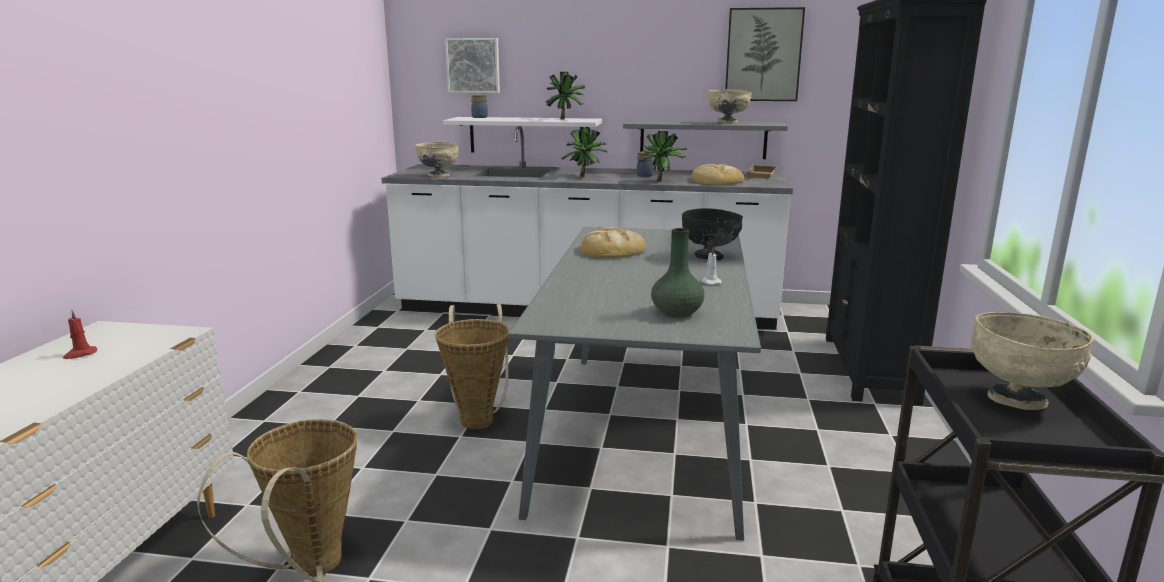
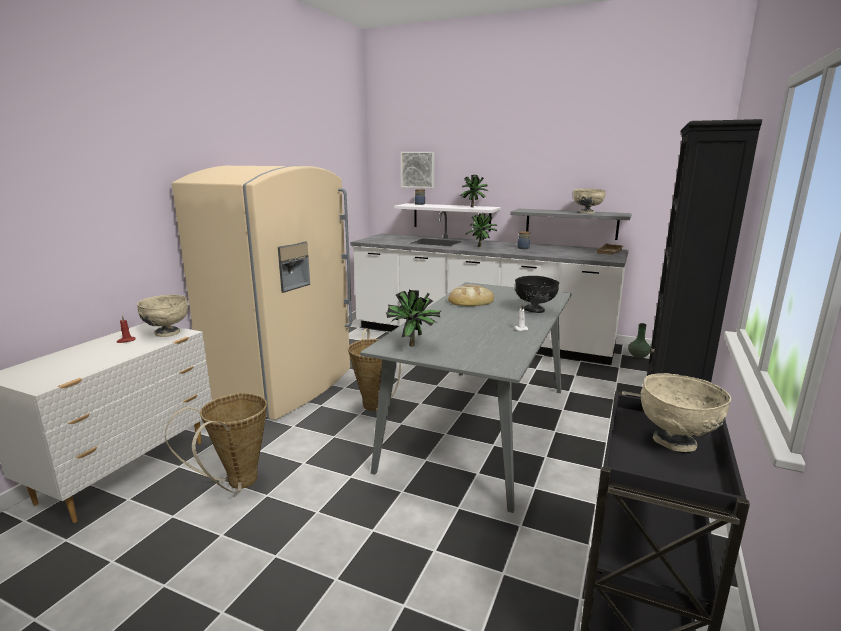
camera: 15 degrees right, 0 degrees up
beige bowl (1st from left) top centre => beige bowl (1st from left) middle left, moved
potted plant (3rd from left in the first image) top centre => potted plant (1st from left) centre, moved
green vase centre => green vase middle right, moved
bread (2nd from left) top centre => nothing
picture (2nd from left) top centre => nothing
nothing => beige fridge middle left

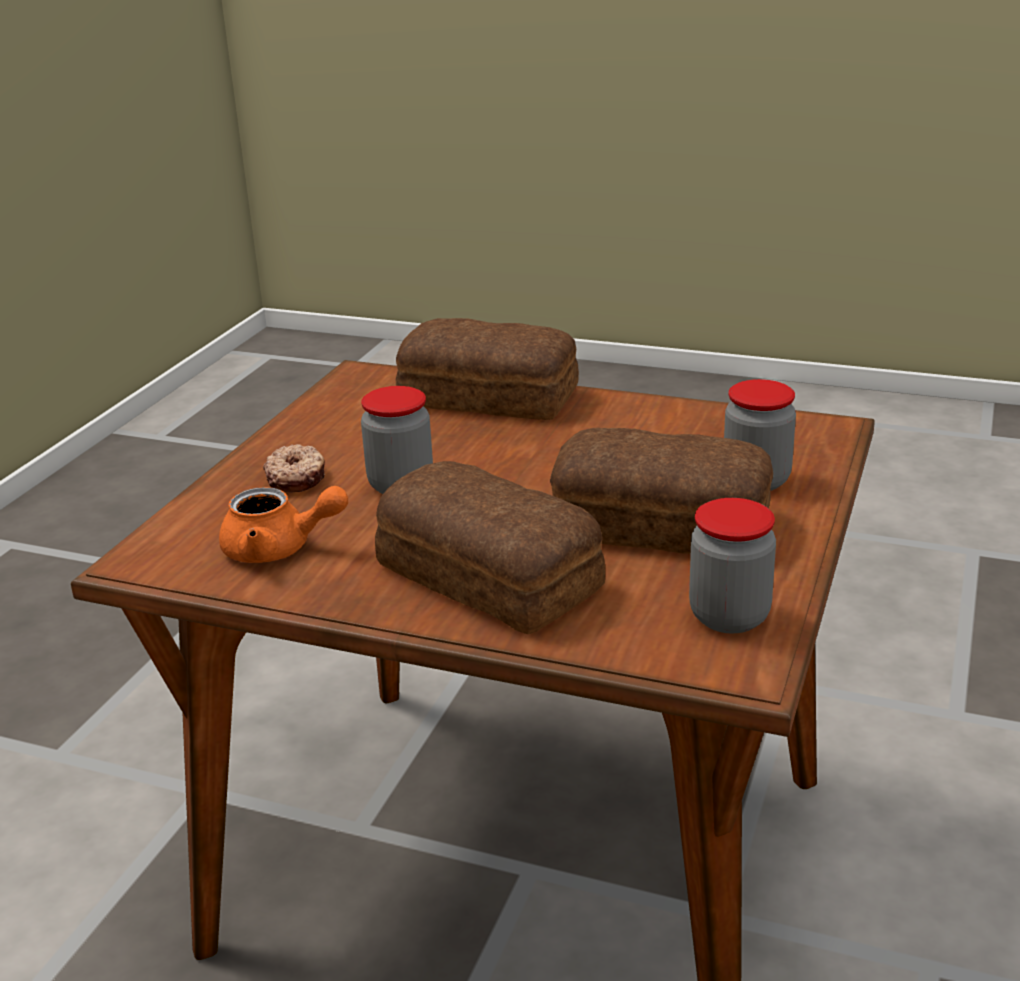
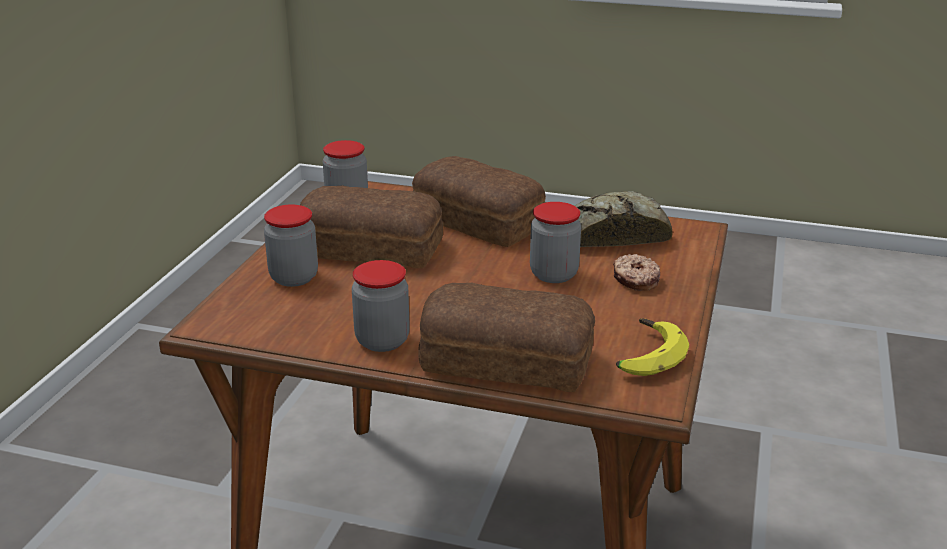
camera: 175 degrees right, 0 degrees up
orange teapot middle left => bread (4th from left) centre
nothing => jar (3rd from left) centre
nothing => banana middle right

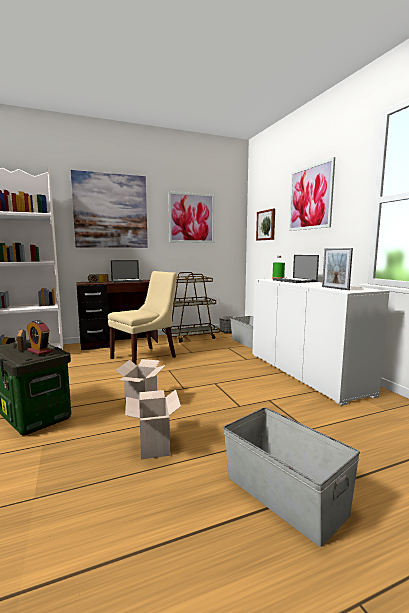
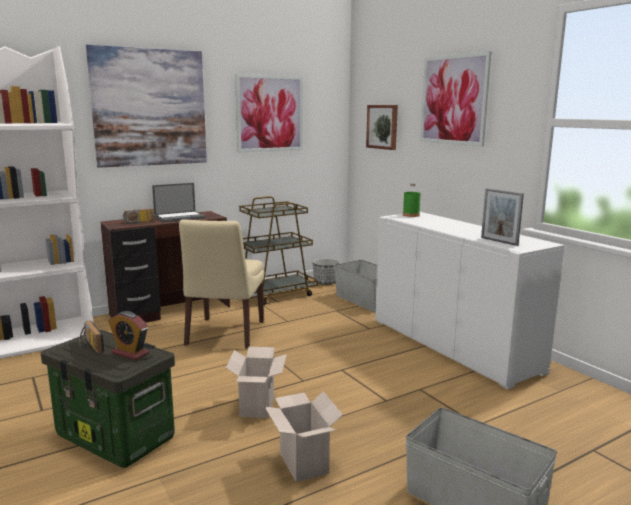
camera: 10 degrees left, 5 degrees up
beige chair centre, 150 degrees clockwise
laptop (2nd from left) middle right => nothing

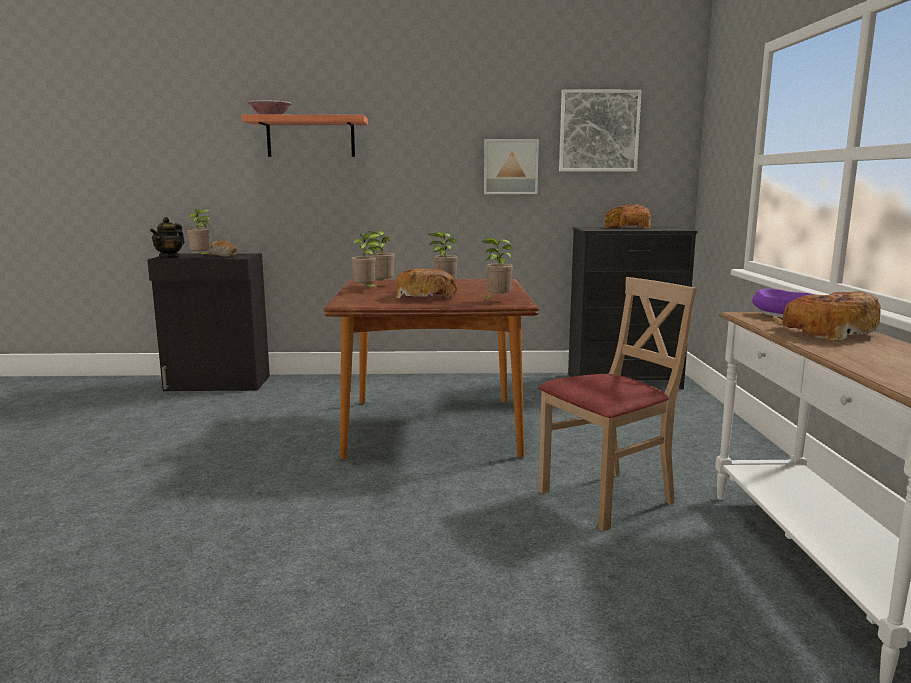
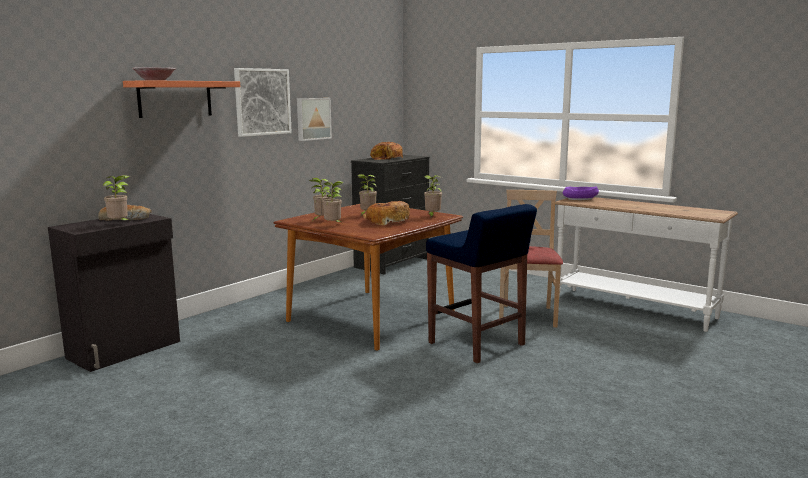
camera: 50 degrees left, 0 degrees up
teapot middle left => nothing
picture (2nd from left in the first image) top centre => picture (1st from left) top left, moved
bread (4th from left) middle right => nothing
nothing => blue stool centre

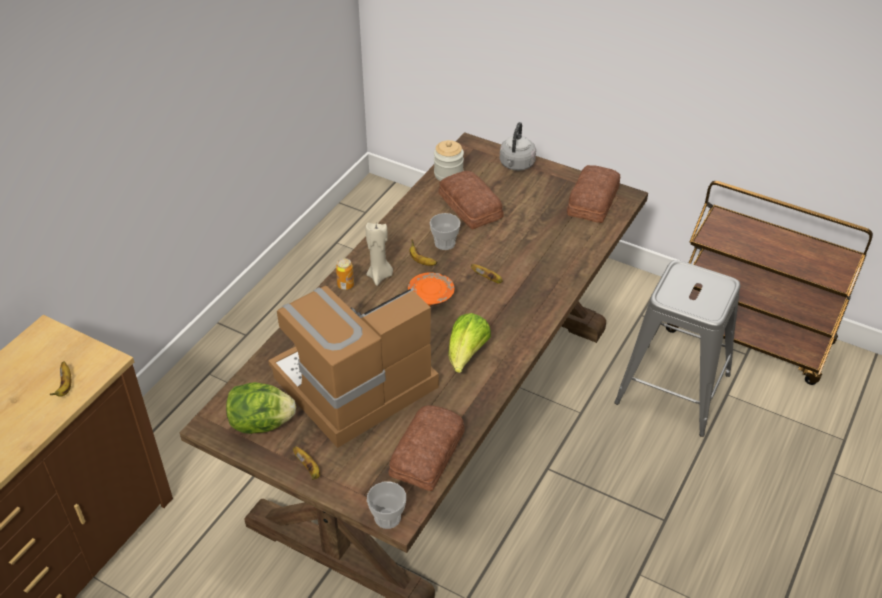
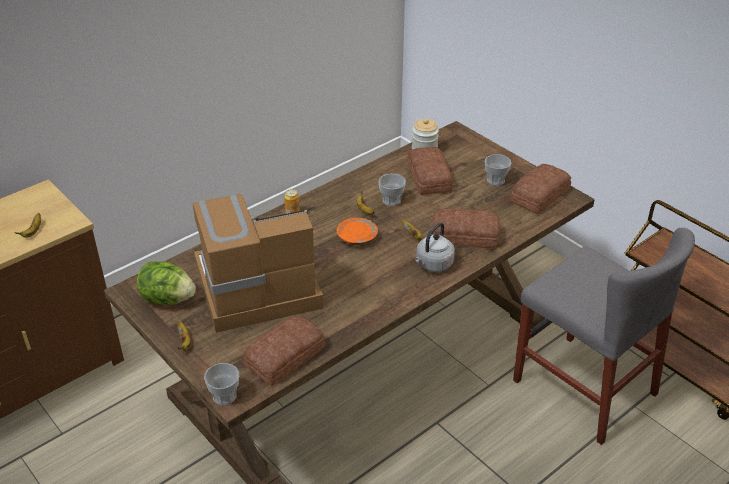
camera: 20 degrees right, 5 degrees down
beige candle centre => nothing
lettuce (2nd from left) centre => nothing
grey kettle top centre => grey kettle centre, moved
grey stool middle right => grey chair bottom right
nothing => bread (3rd from left) centre
nothing => cup (3rd from left) middle right

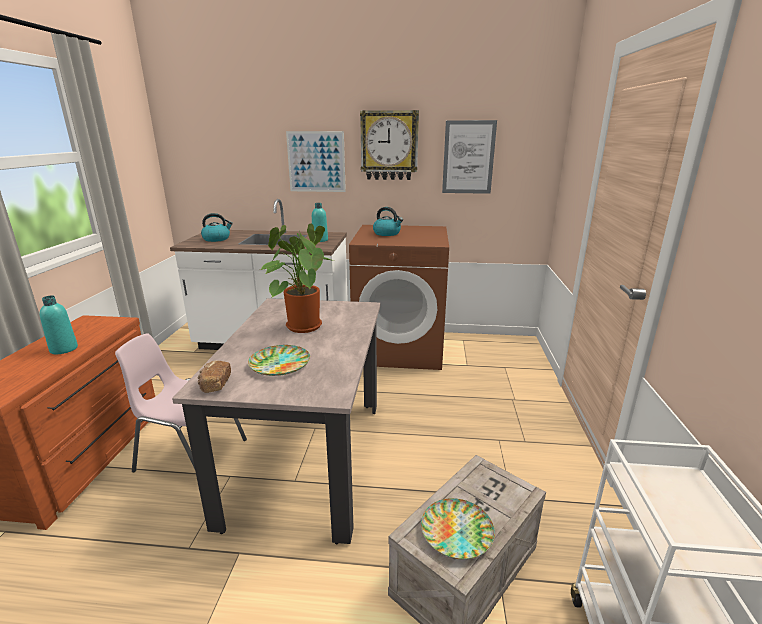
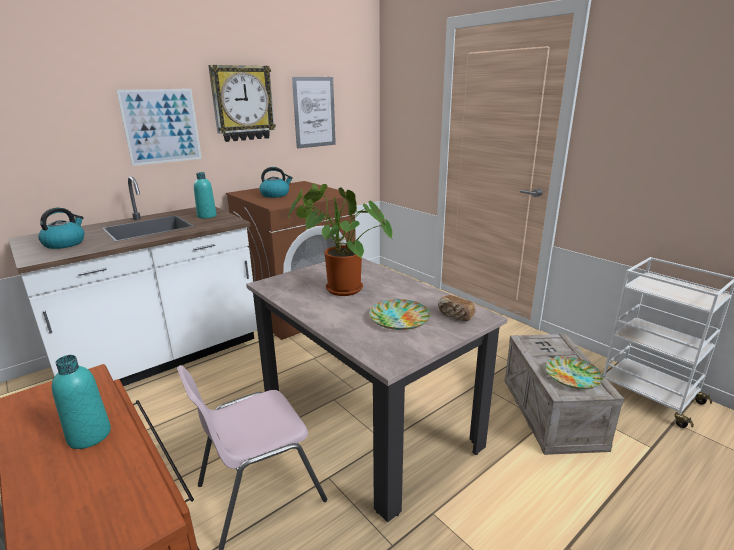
camera: 45 degrees left, 0 degrees up
bread middle left => bread centre, moved

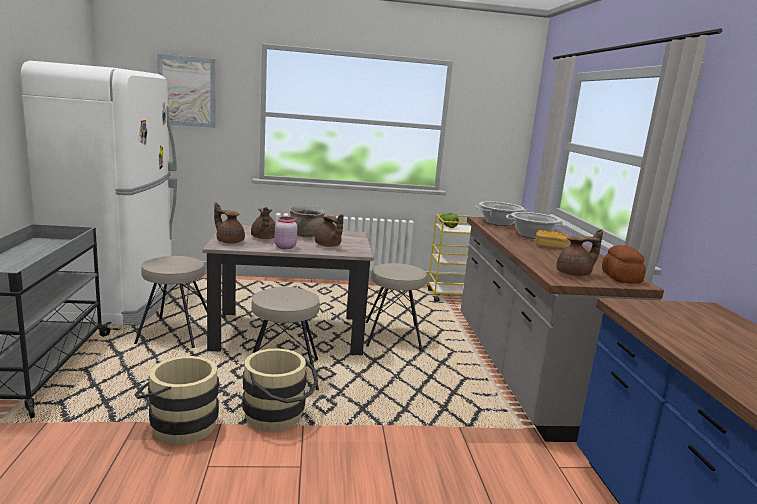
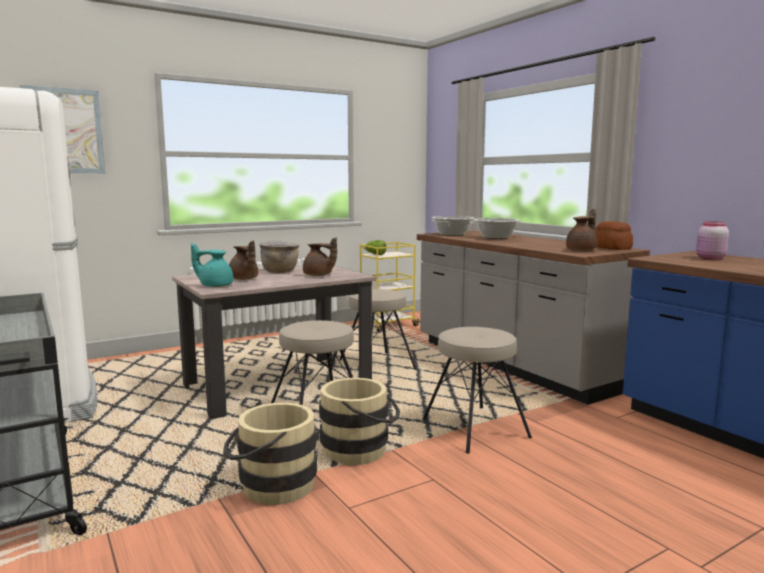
camera: 25 degrees left, 5 degrees down
beige stool (1st from left in the first image) middle left => beige stool (3rd from left) bottom centre, moved
brown teapot (1st from left) middle left => turquoise teapot middle left
pink jar centre => pink jar middle right, moved
bread (1st from left) middle right => nothing

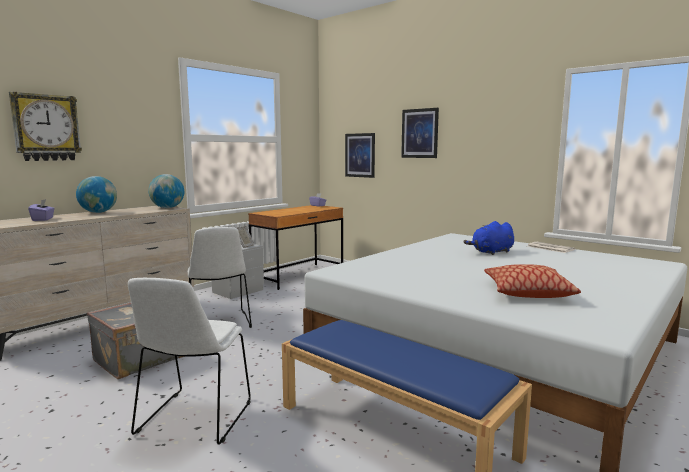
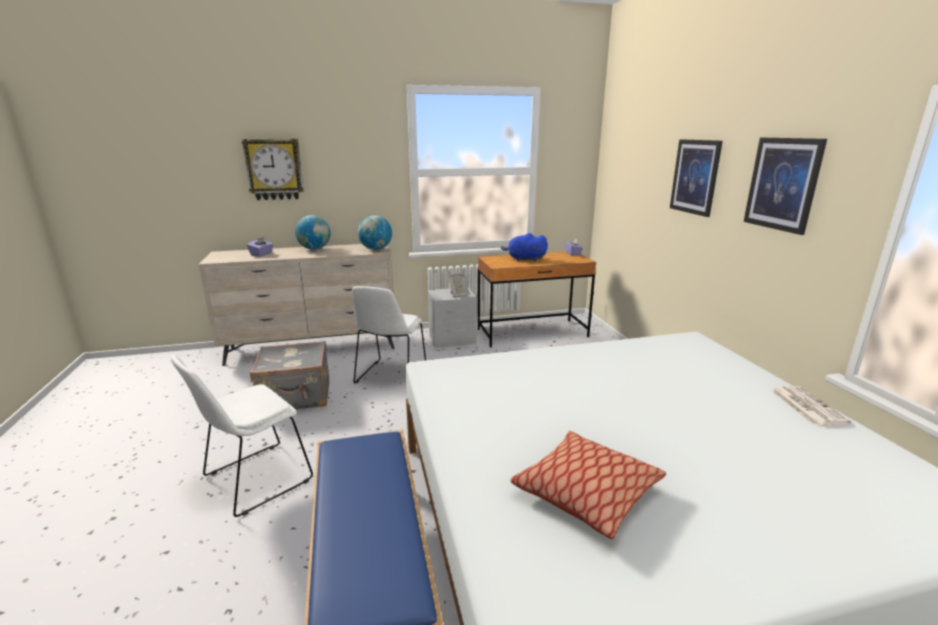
camera: 35 degrees right, 10 degrees up
picture (1st from left in the first image) top centre => picture (2nd from left) top right, moved
blue plush toy middle right => blue plush toy centre, moved

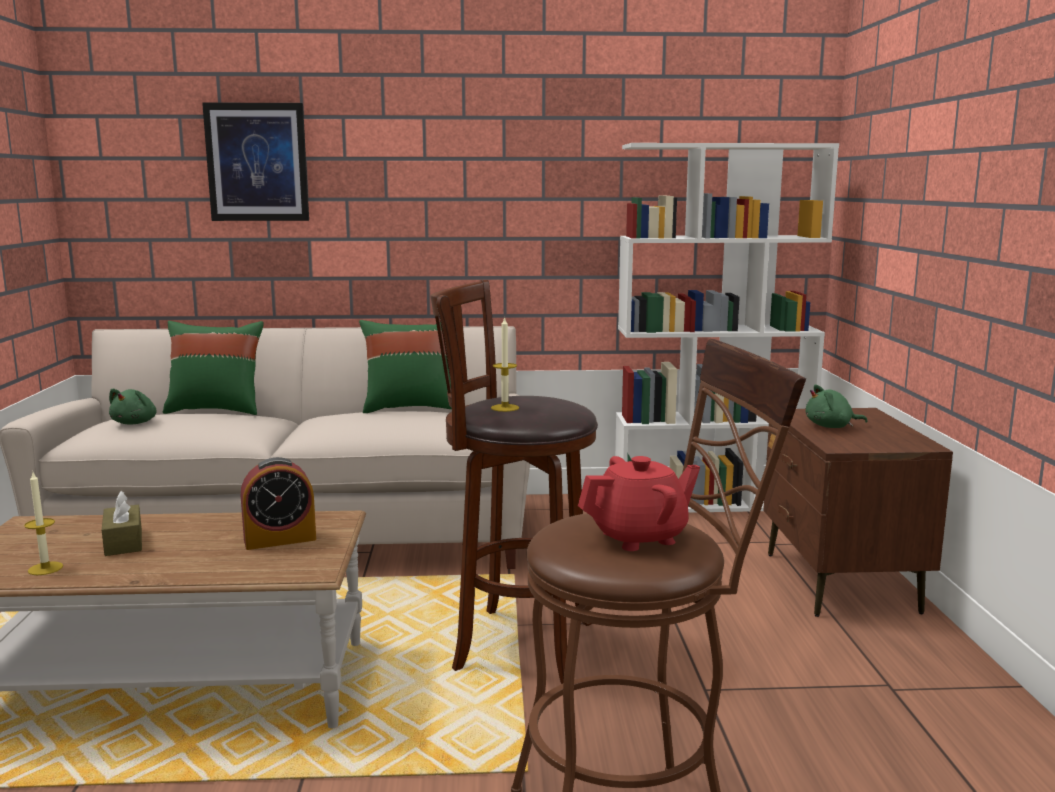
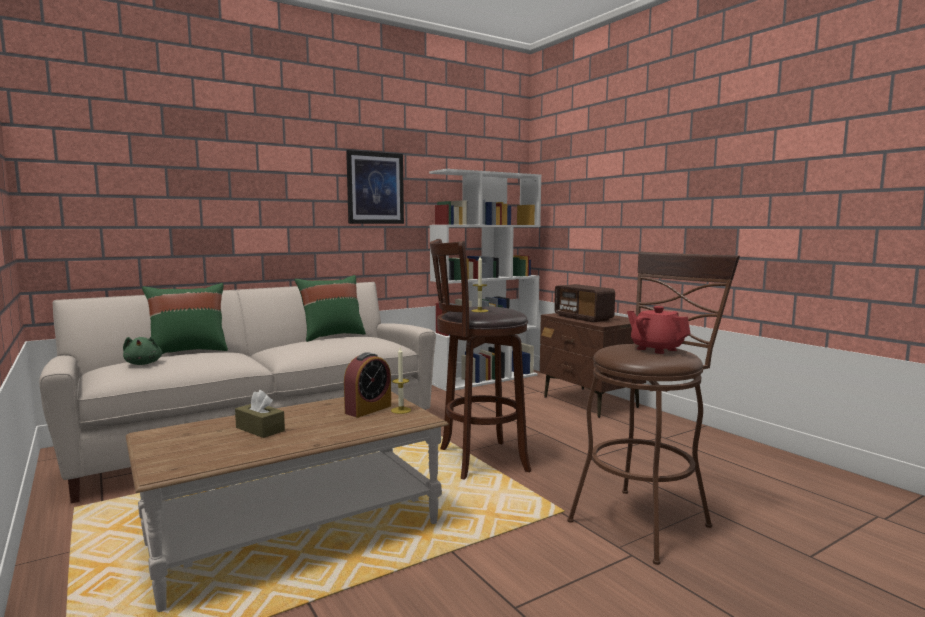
camera: 30 degrees left, 5 degrees down
candle (1st from left) middle left => candle (1st from left) centre, moved
picture top left => picture top centre, moved
red teapot centre => red teapot middle right, 75 degrees counterclockwise
green plush toy (2nd from left) middle right => radio centre

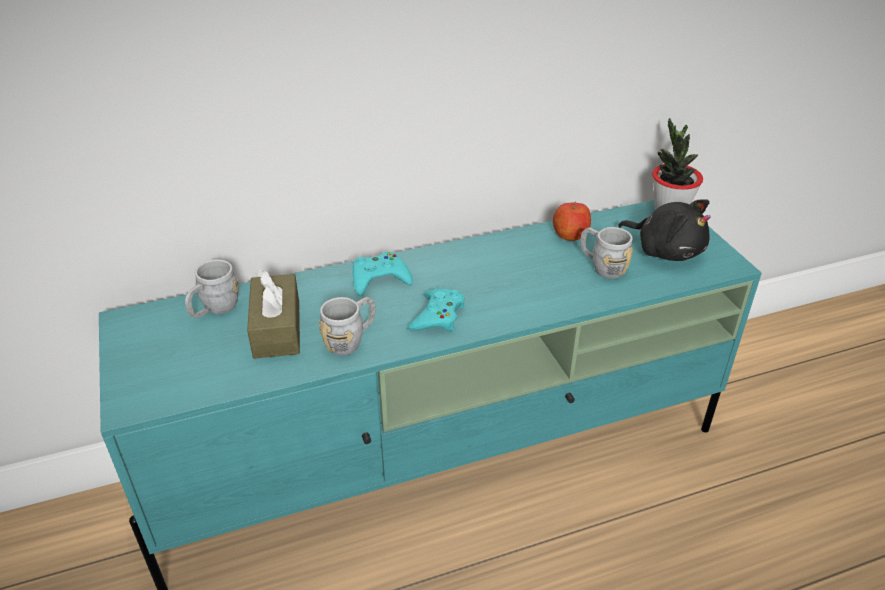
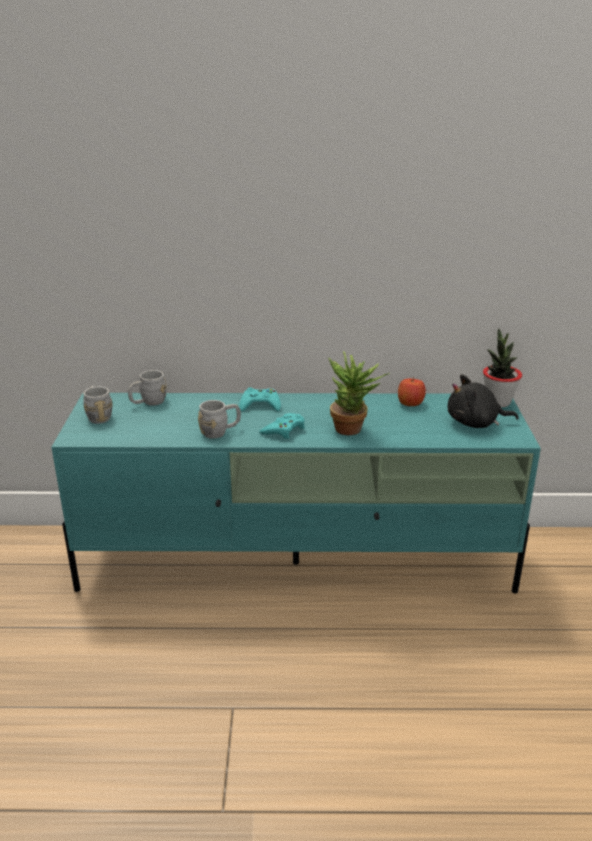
camera: 20 degrees right, 10 degrees down
brown tissue box middle left => nothing
grey mug (3rd from left in the first image) middle right => grey mug (1st from left) middle left, moved
black plush toy middle right, 120 degrees clockwise
nothing => potted plant (1st from left) centre

